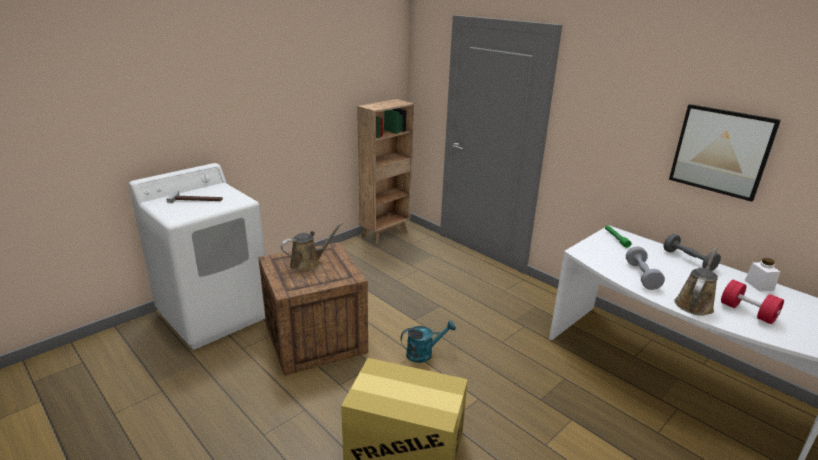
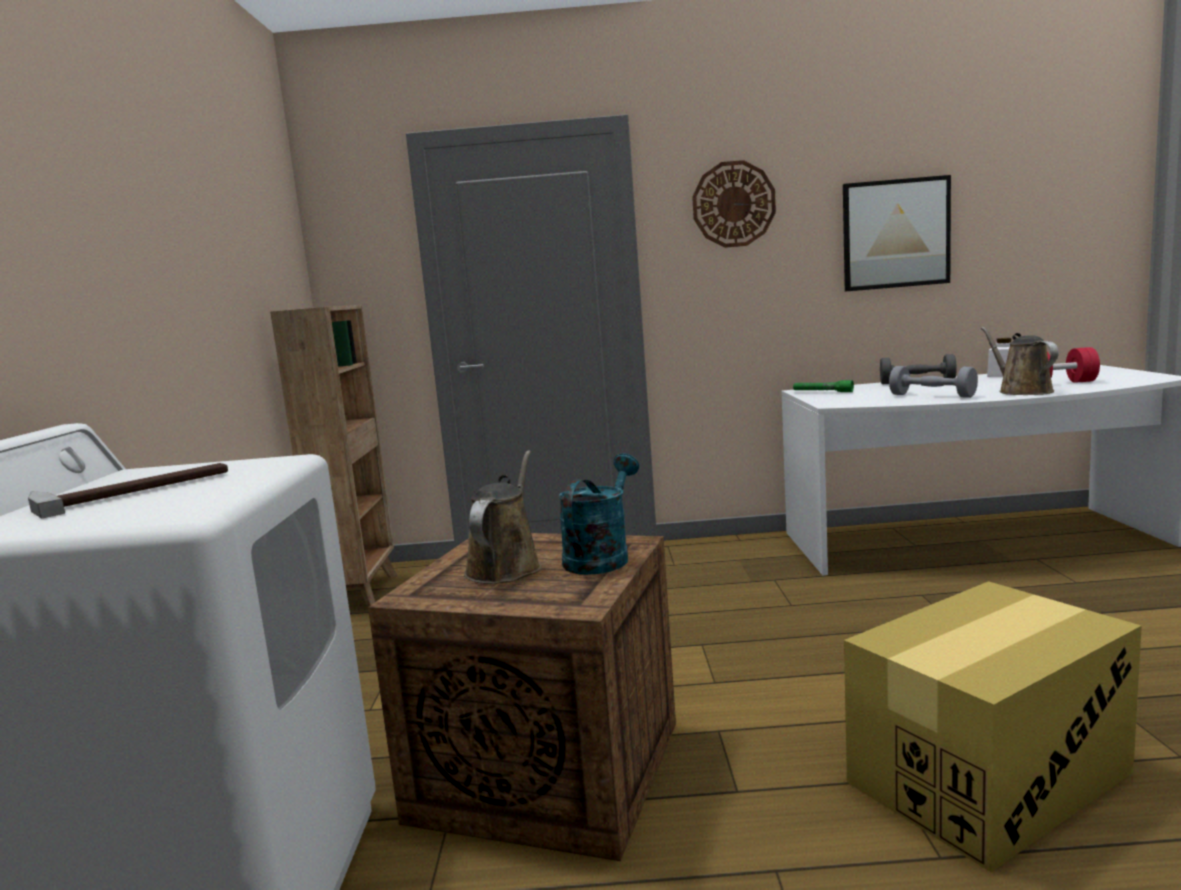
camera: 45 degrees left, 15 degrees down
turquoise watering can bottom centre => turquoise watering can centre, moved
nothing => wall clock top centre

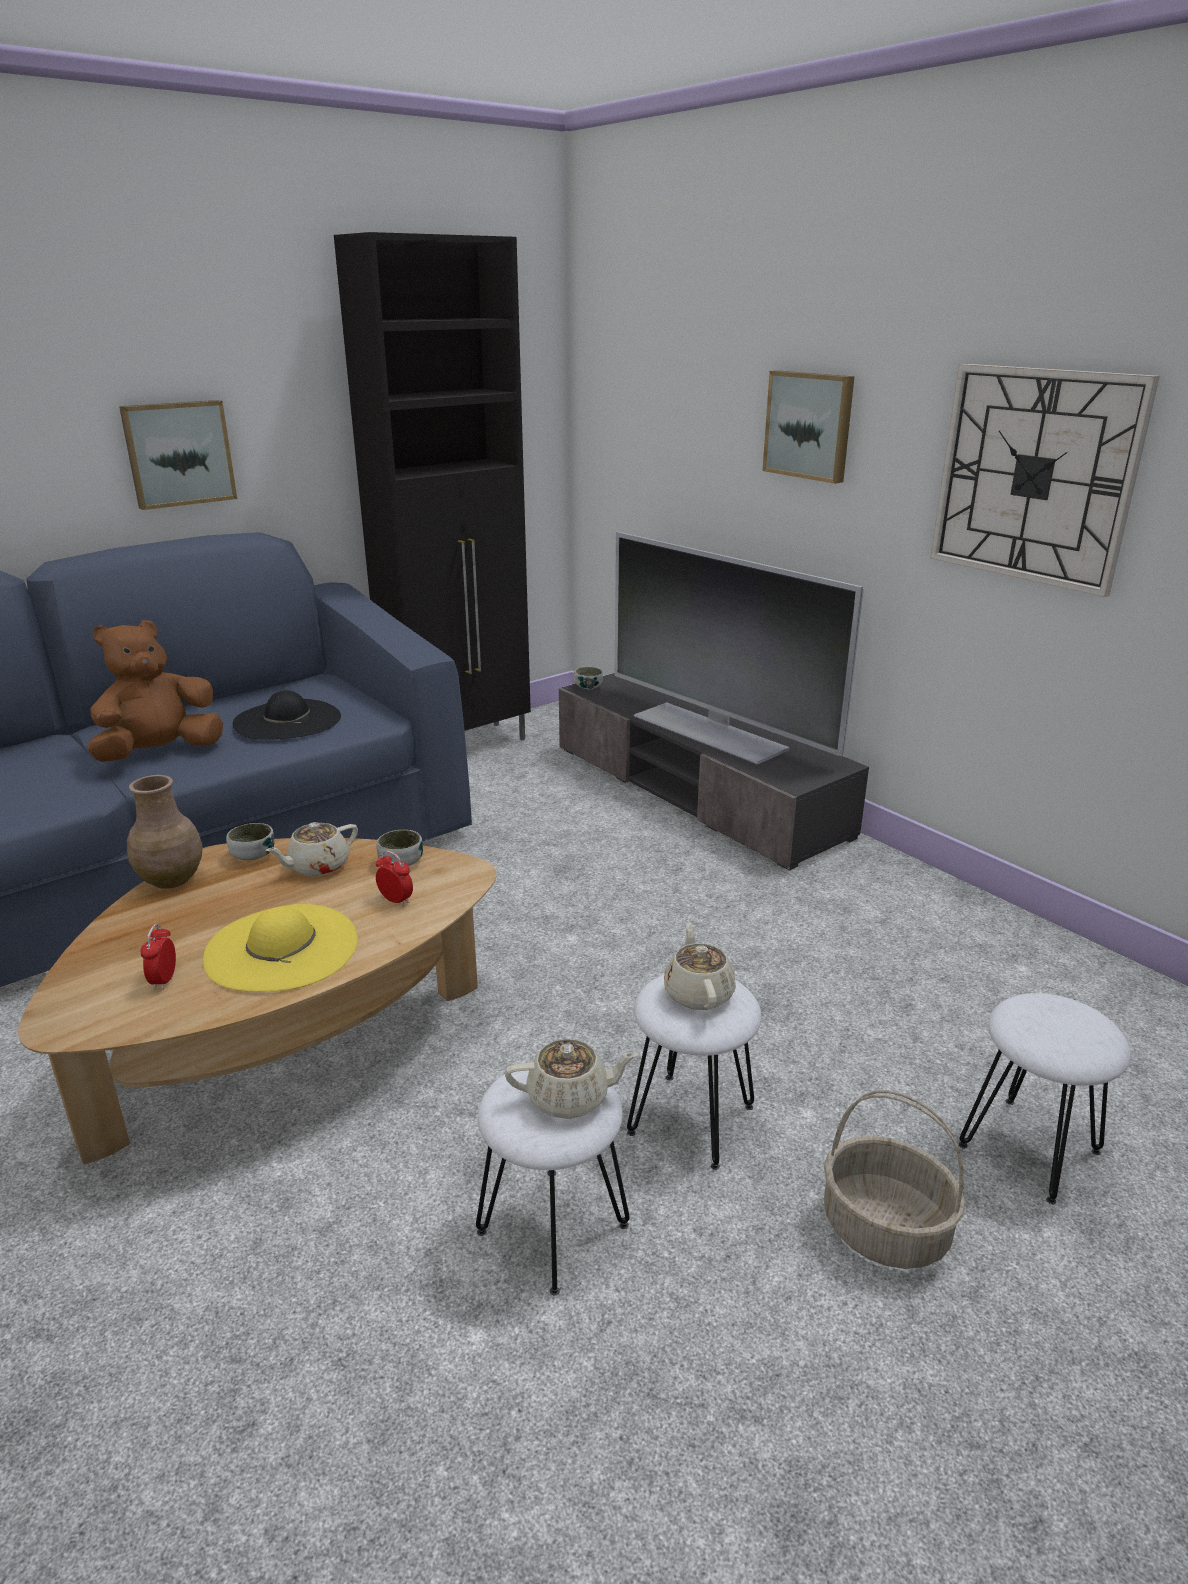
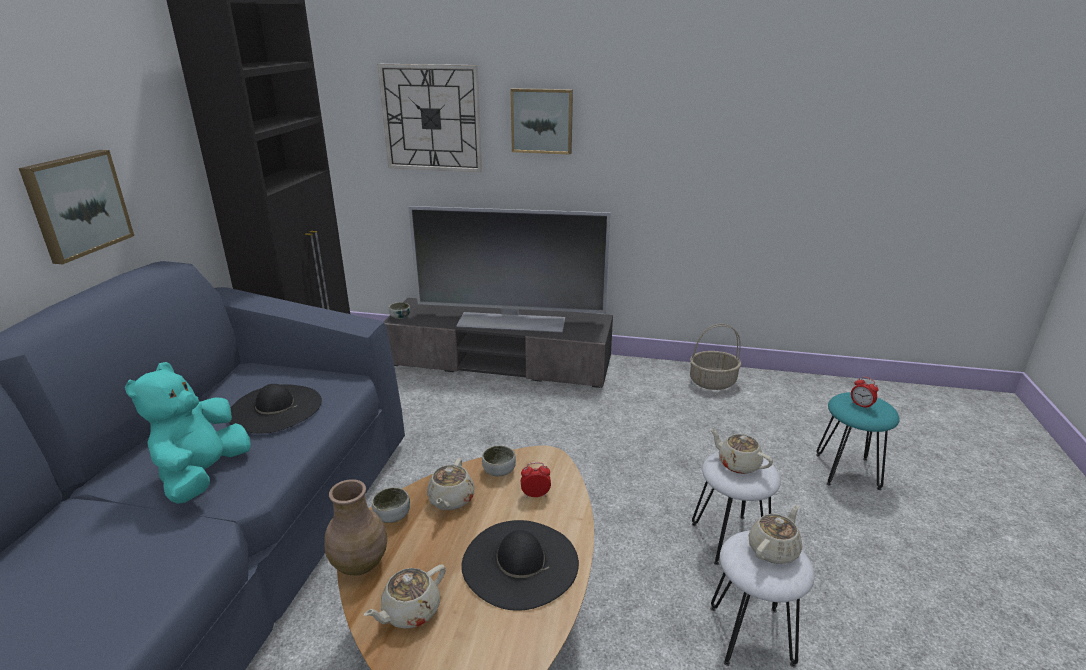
camera: 40 degrees left, 0 degrees up
brown plush toy middle left => turquoise plush toy middle left
alarm clock (1st from left in the first image) middle left => alarm clock (2nd from left) middle right, moved
yellow hat middle left => black hat (2nd from left) bottom centre
basket bottom right => basket centre, moved
wall clock top right => wall clock top centre, moved
white stool (3rd from left) bottom right => turquoise stool middle right
nothing => beige teapot (1st from left) bottom centre

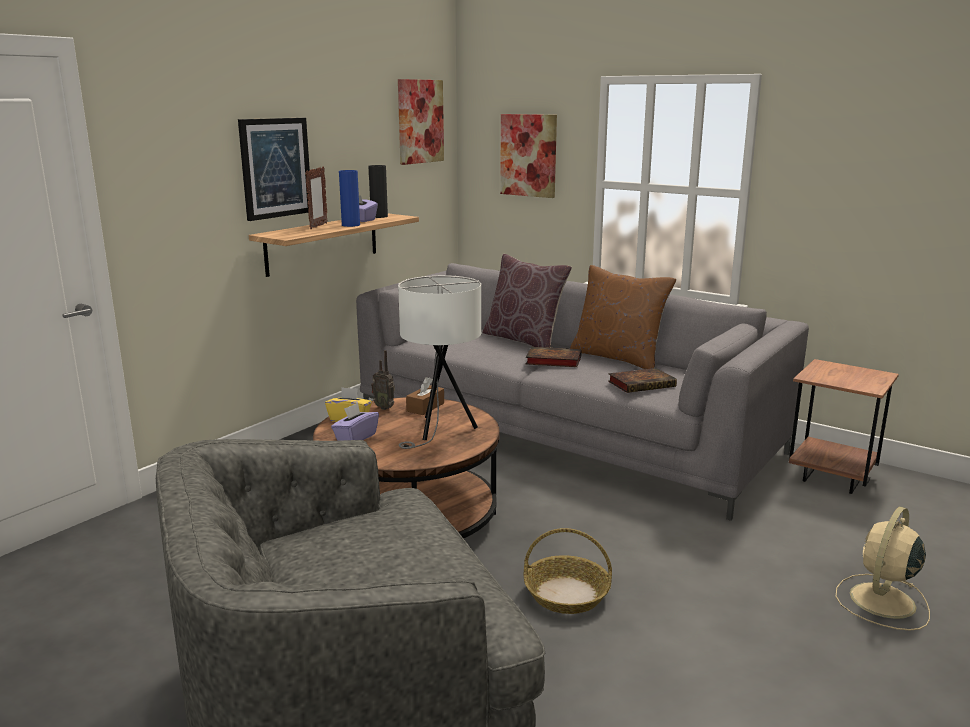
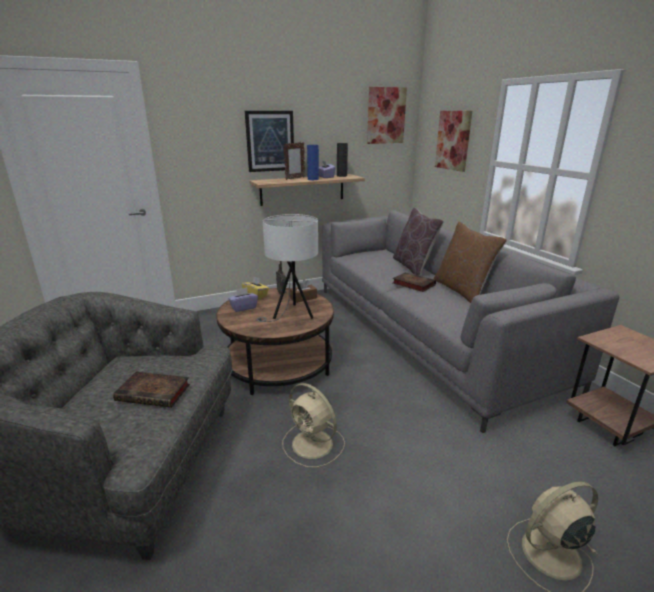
camera: 30 degrees right, 5 degrees up
basket bottom centre => beige fan (1st from left) bottom centre
book (2nd from left in the first image) centre => book (1st from left) middle left, moved

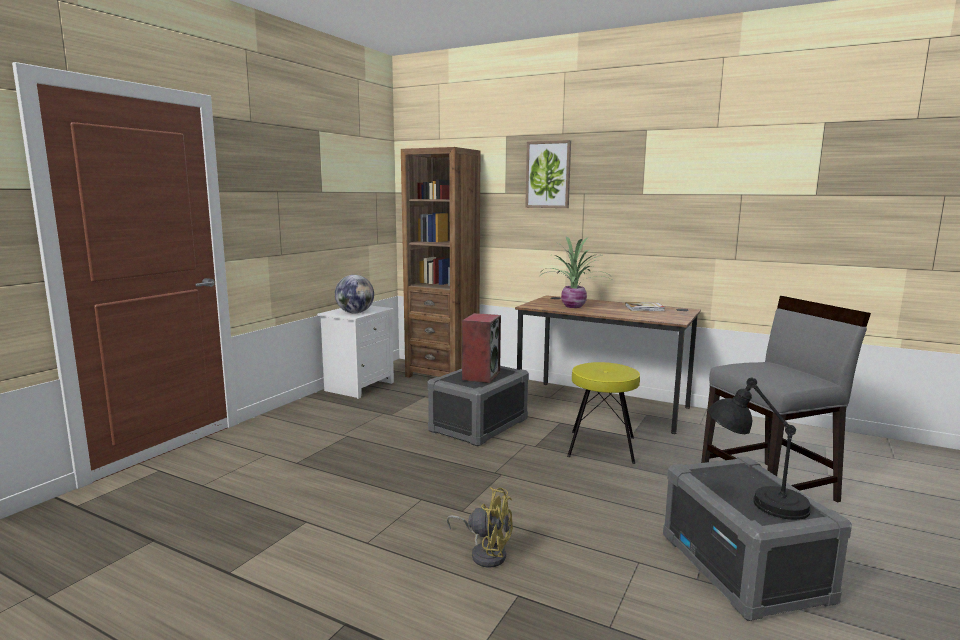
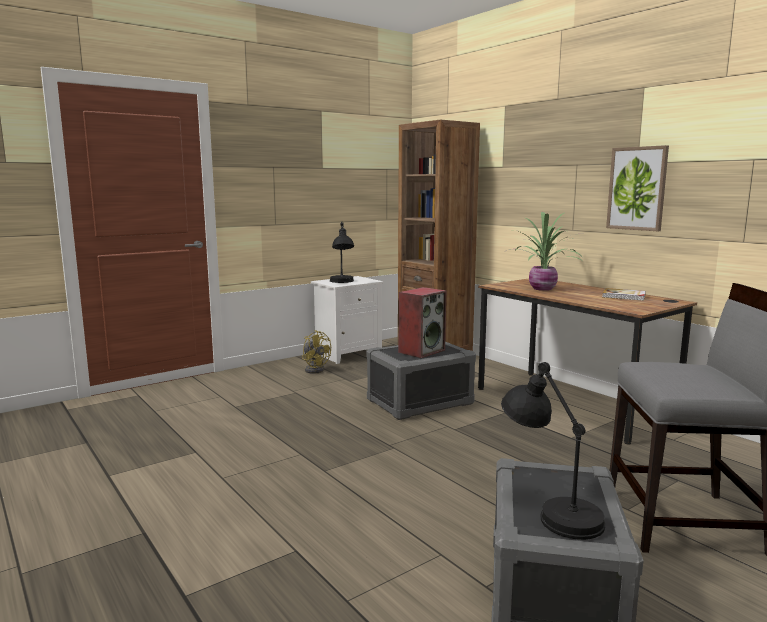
camera: 25 degrees right, 0 degrees up
globe centre => black table lamp (1st from left) centre
yellow fan bottom centre => yellow fan centre, moved
picture top centre => picture top right, moved
yellow stool centre => nothing

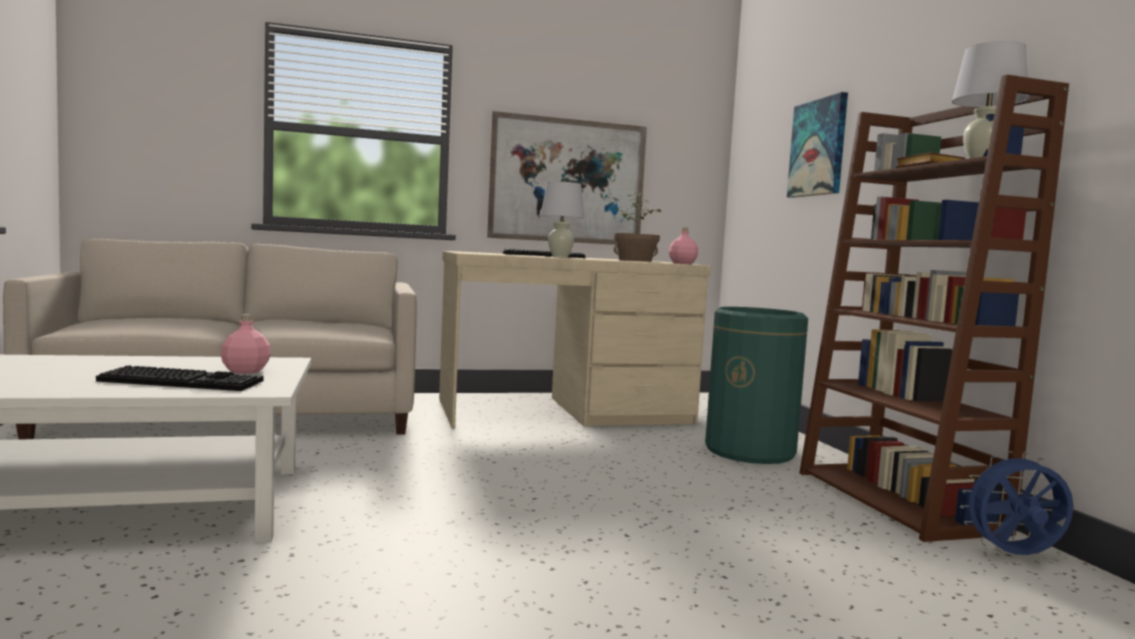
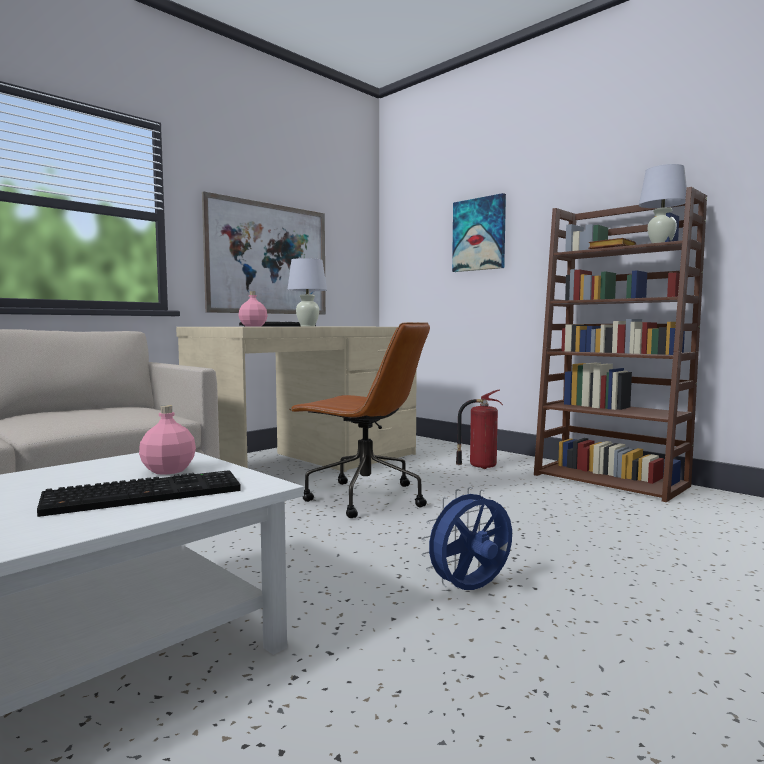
camera: 30 degrees left, 0 degrees up
potted plant centre => nothing
pink bottle (2nd from left) centre => pink bottle (2nd from left) middle left, moved
green trash can centre => fire extinguisher centre
blue fan bottom right => blue fan bottom centre, moved
nothing => brown office chair centre

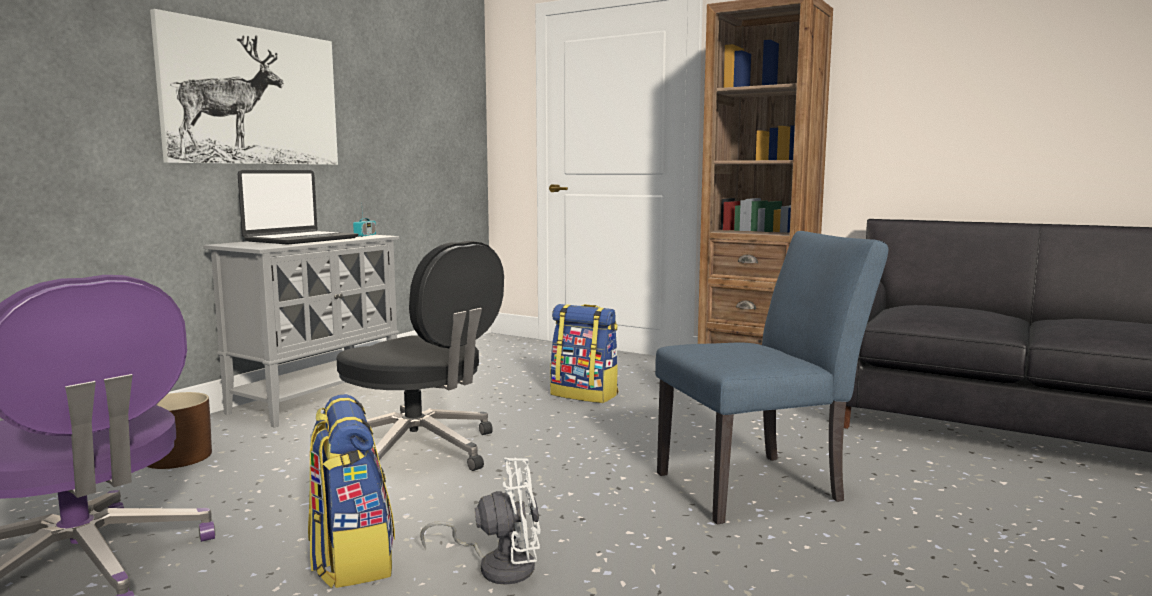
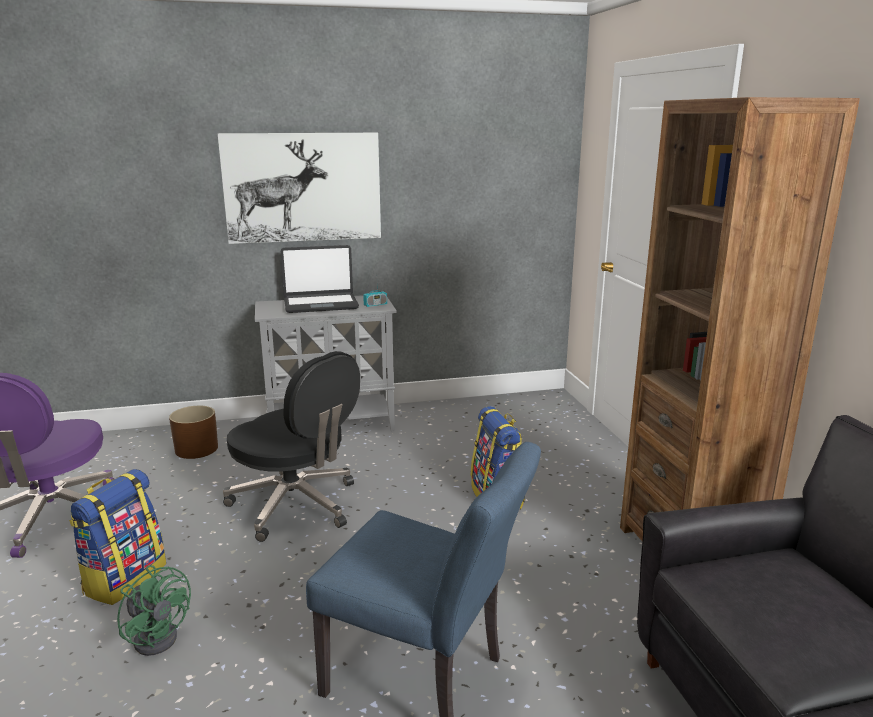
camera: 45 degrees right, 10 degrees up
black office chair centre, 45 degrees counterclockwise
white fan bottom centre => green fan bottom left

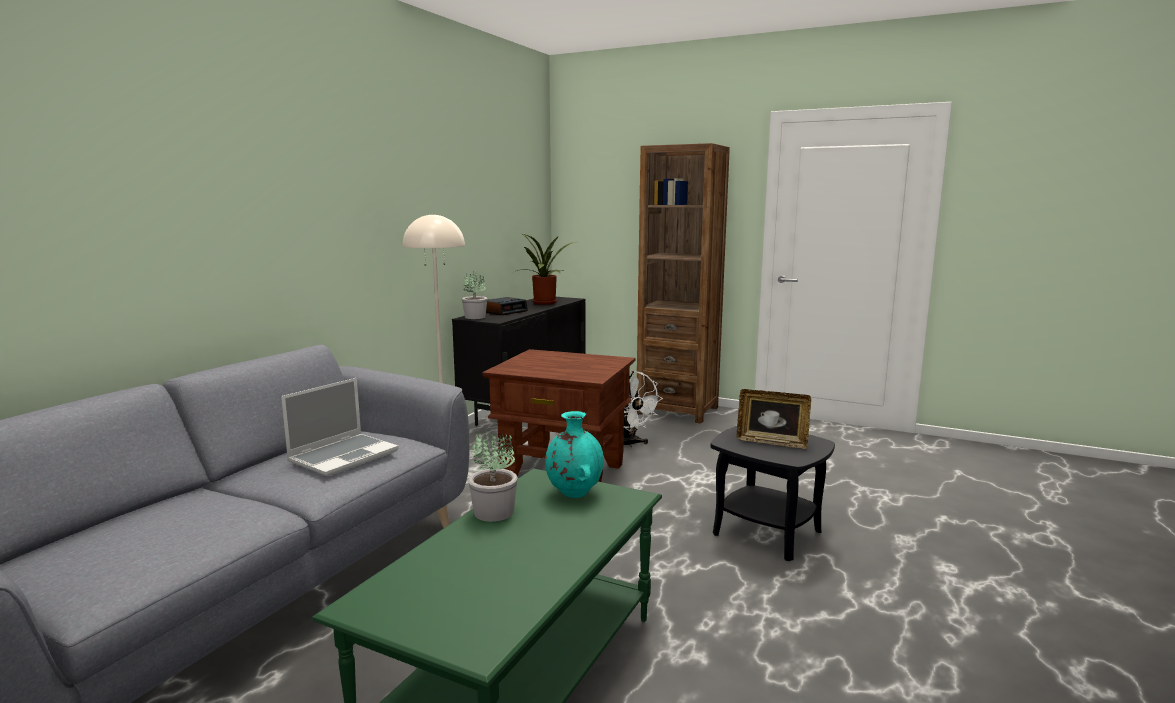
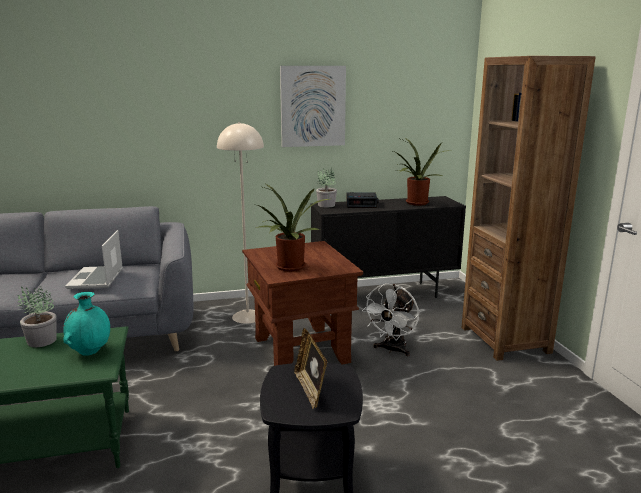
camera: 50 degrees right, 5 degrees up
laptop middle left, 90 degrees clockwise
nothing => potted plant (2nd from left) centre
nothing => picture top centre

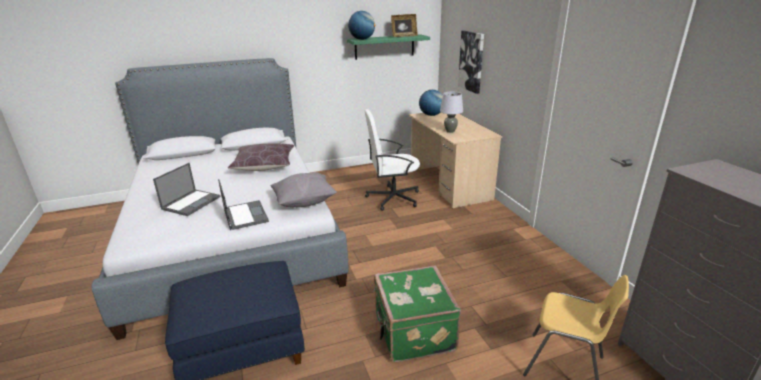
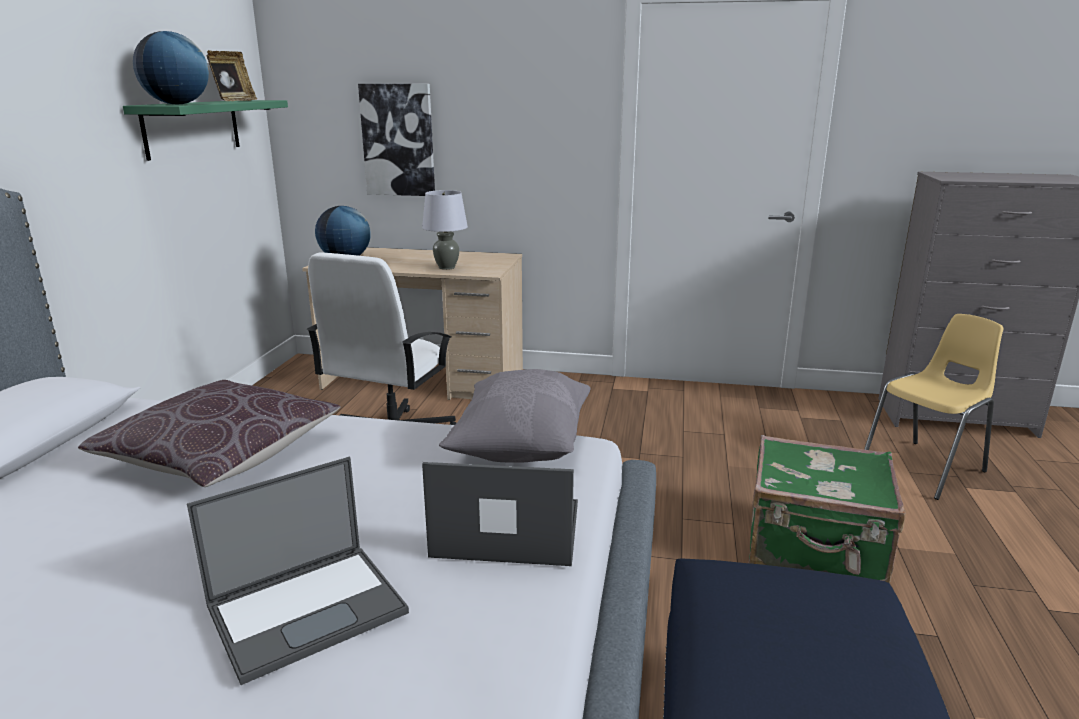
camera: 60 degrees left, 5 degrees down
laptop (1st from left) middle left => laptop (1st from left) bottom left, 90 degrees clockwise

